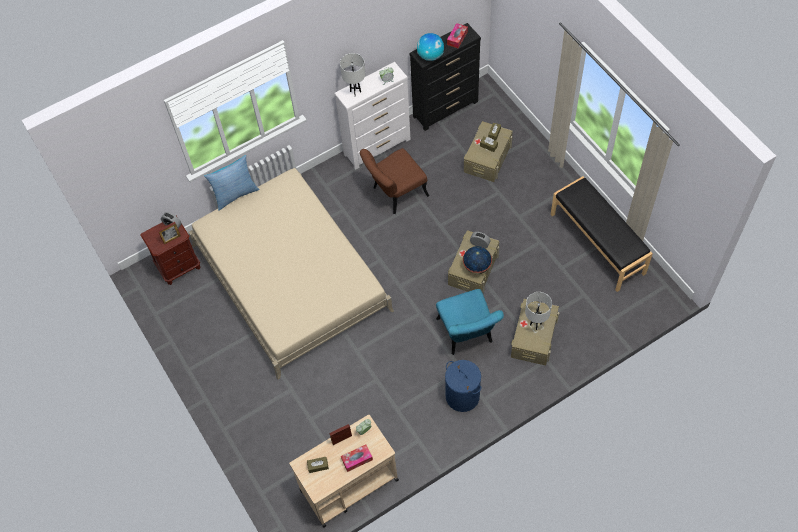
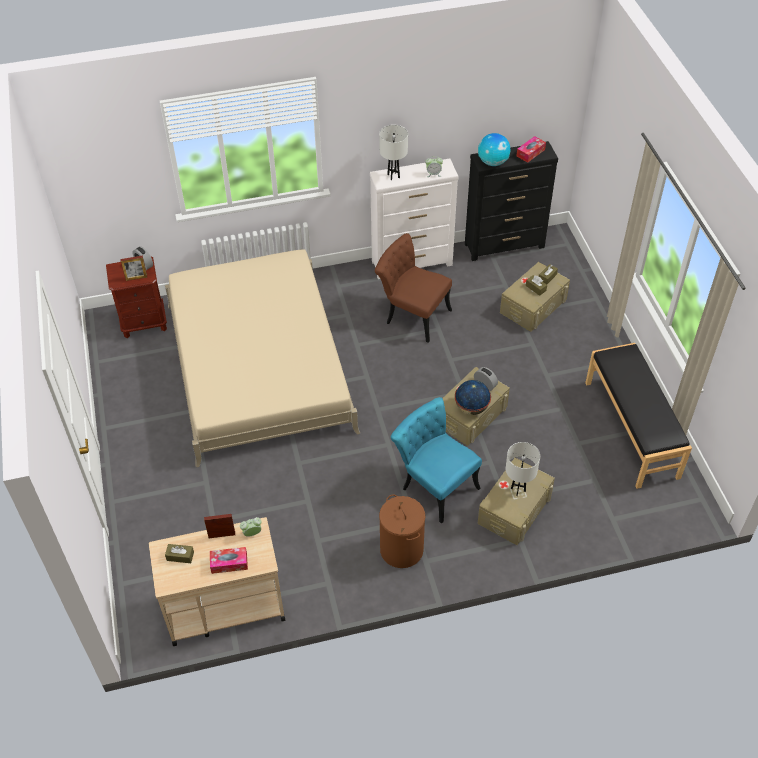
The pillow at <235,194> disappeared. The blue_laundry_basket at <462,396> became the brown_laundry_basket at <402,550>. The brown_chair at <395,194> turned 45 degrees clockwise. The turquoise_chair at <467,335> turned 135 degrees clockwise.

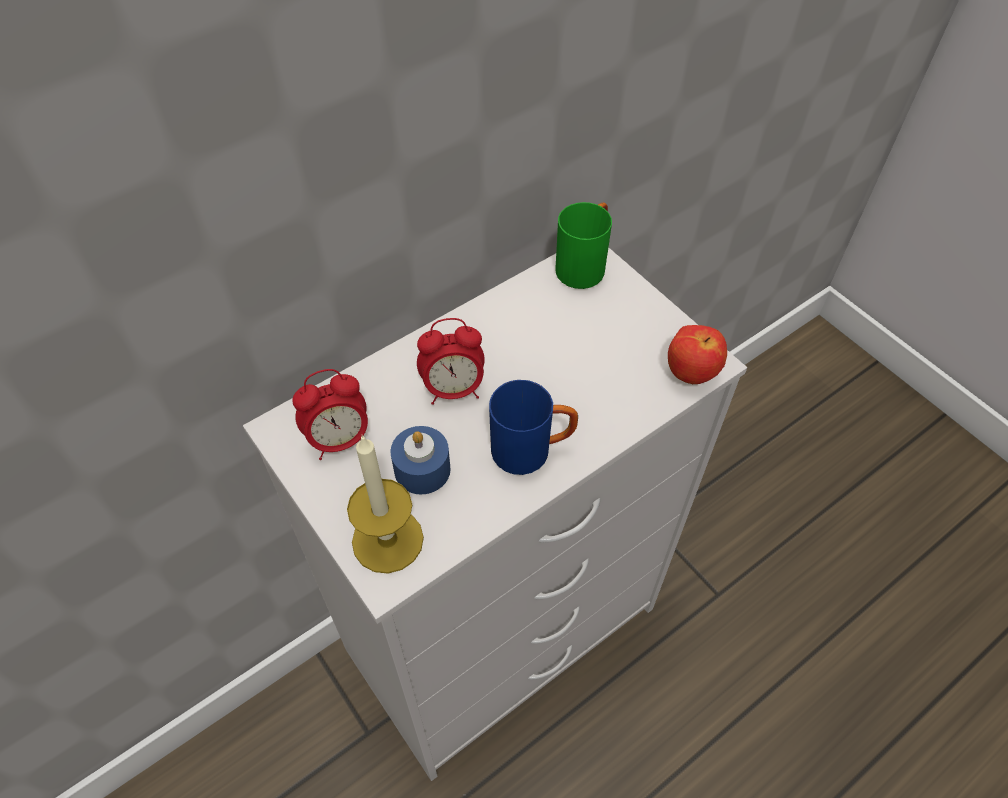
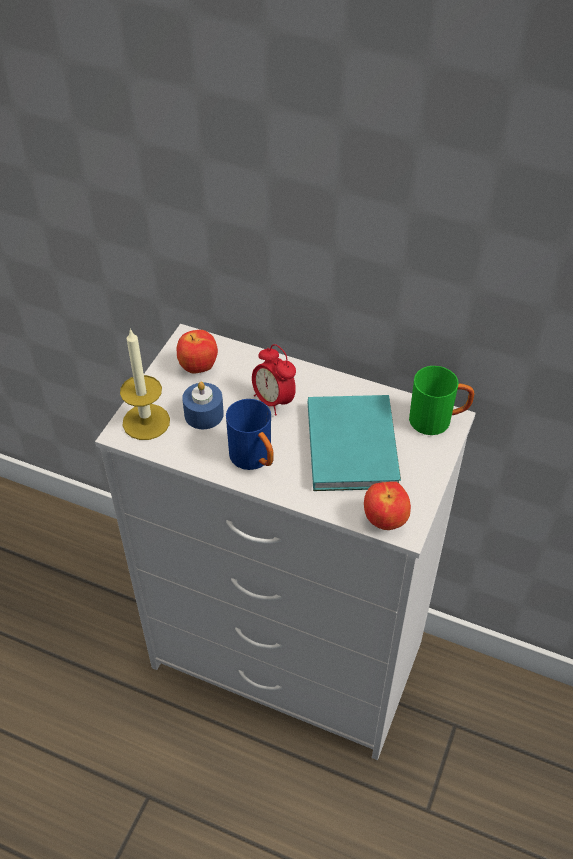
The turquoise_book at <353,443> appeared. The alarm_clock at <339,440> was replaced by the apple at <198,368>.

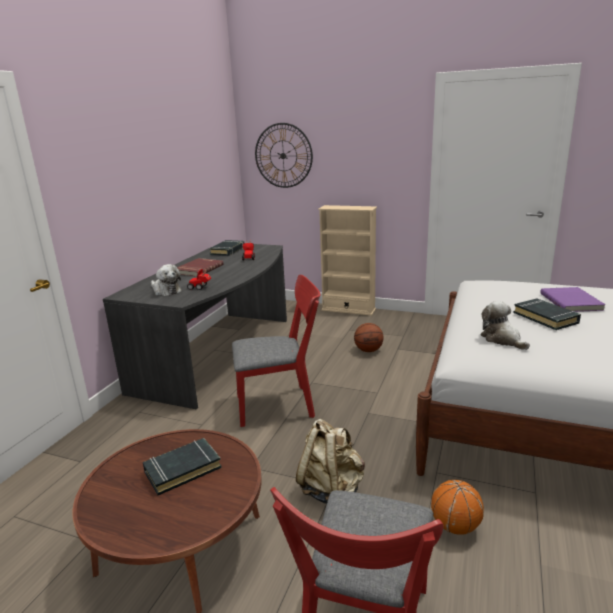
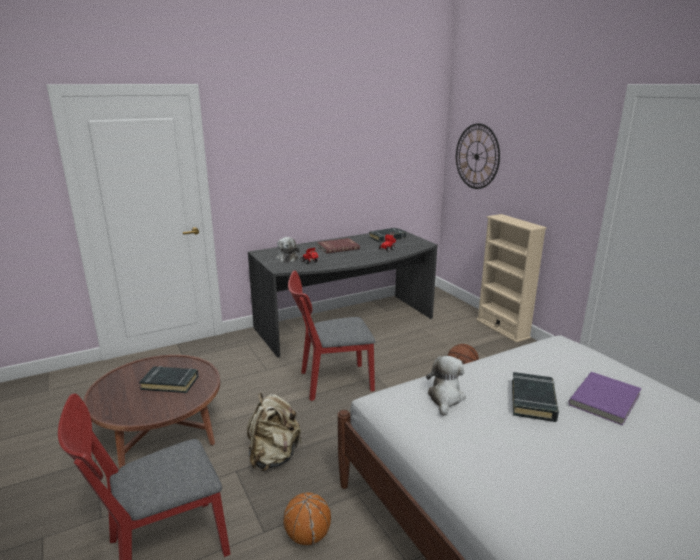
The red_chair at <281,404> turned 135 degrees clockwise.

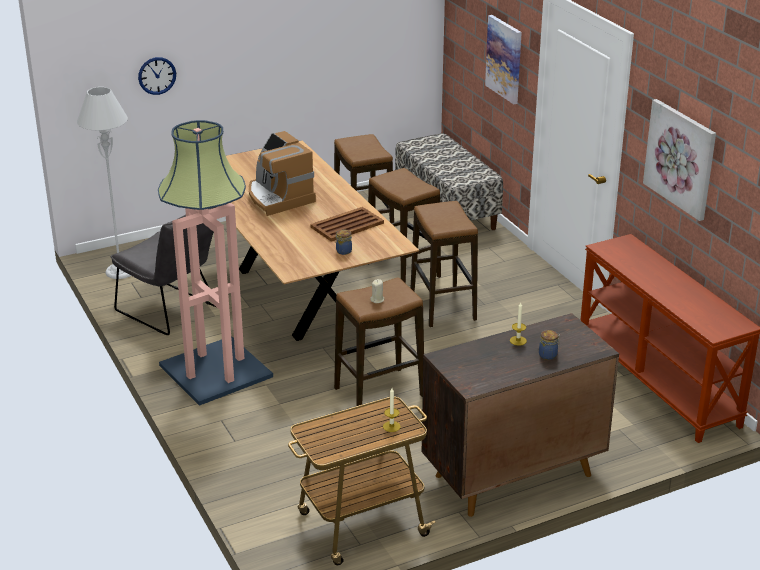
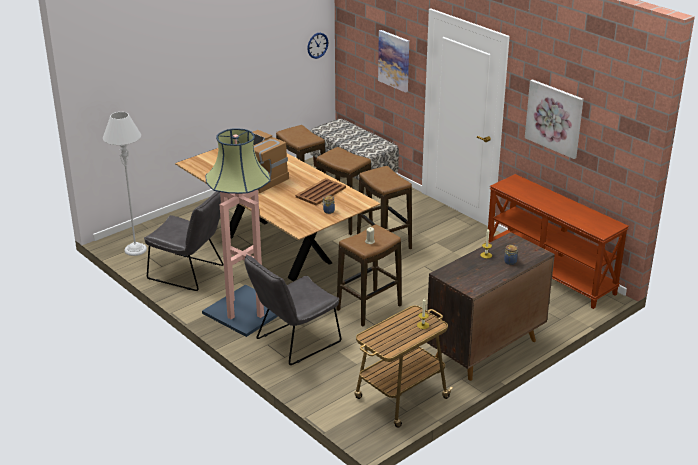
The grey_chair at <293,342> appeared. The wall_clock moved from <157,75> to <317,45>.

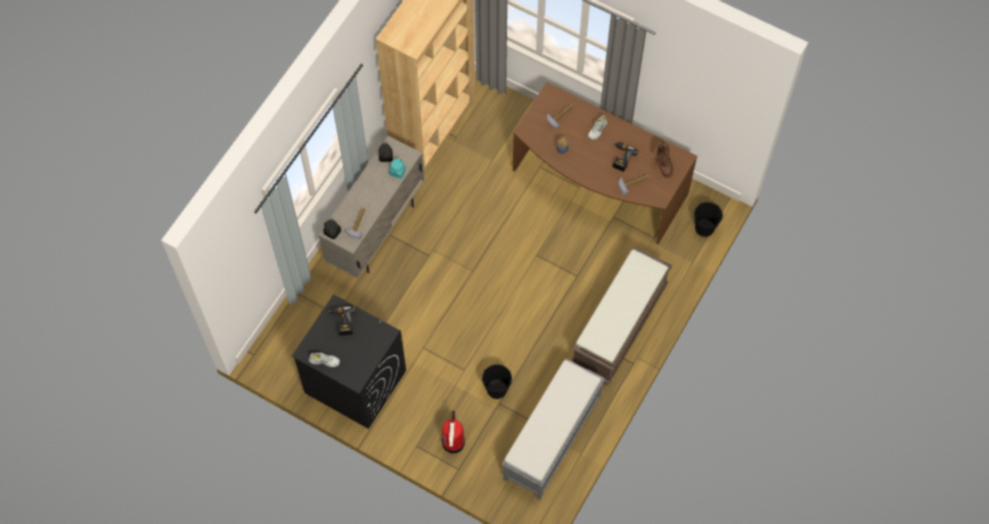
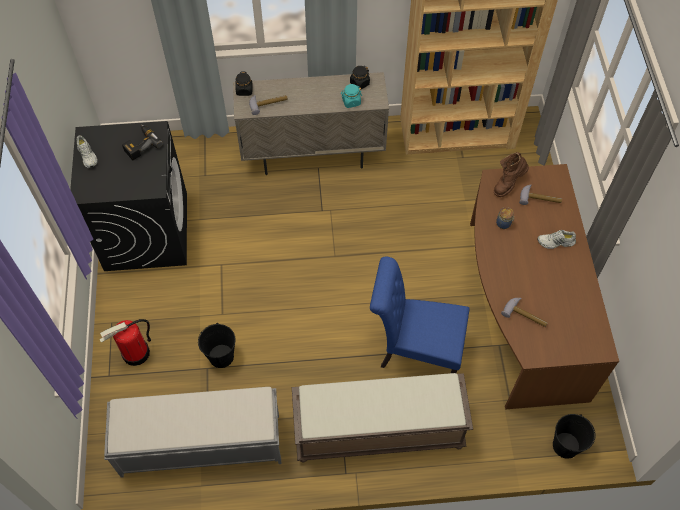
The power_drill at <620,157> disappeared. The blue_chair at <414,351> appeared. The brown_boot moved from <663,163> to <508,183>.

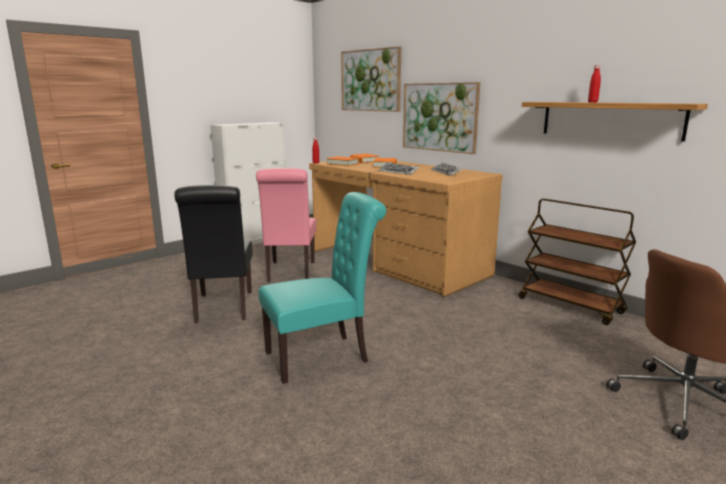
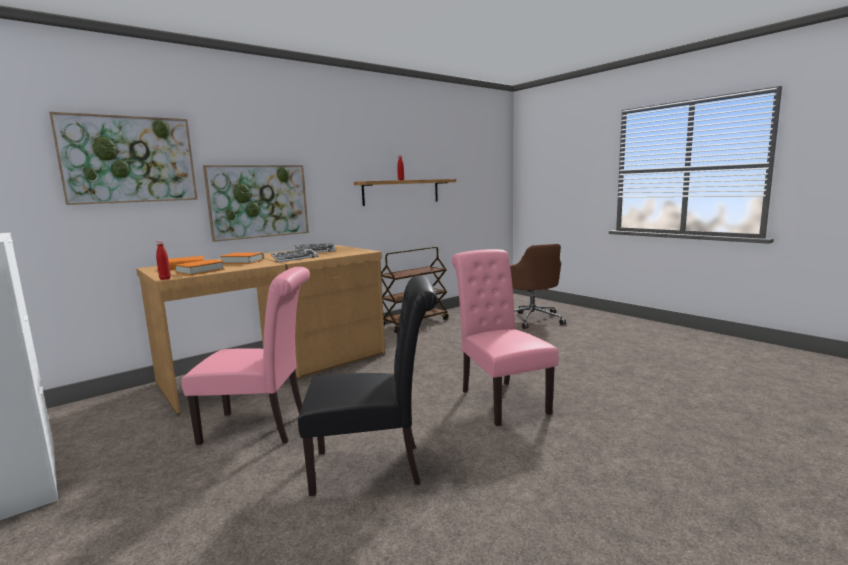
The turquoise_chair at <323,356> became the pink_chair at <500,399>.

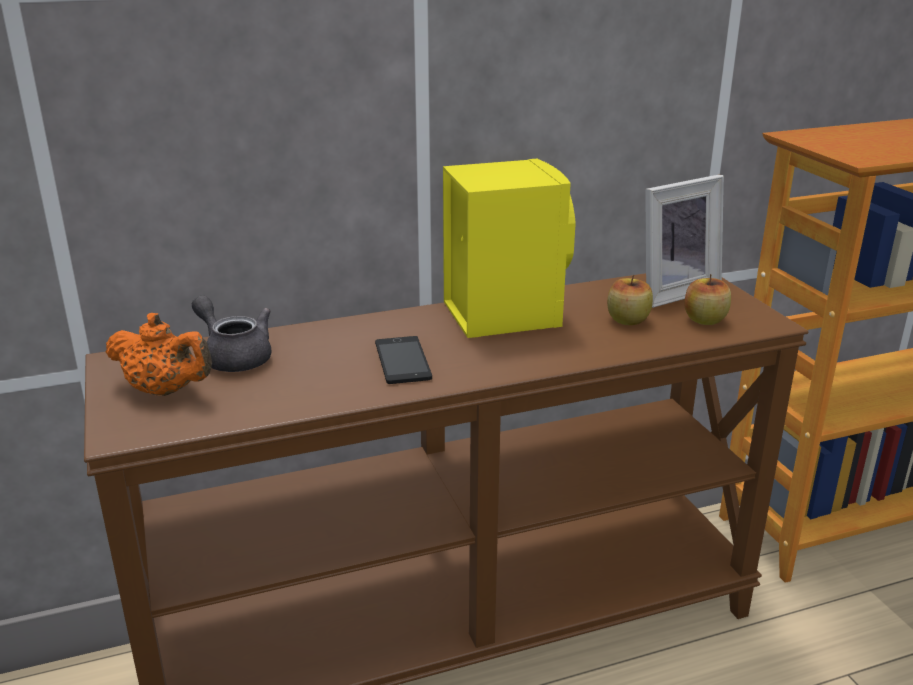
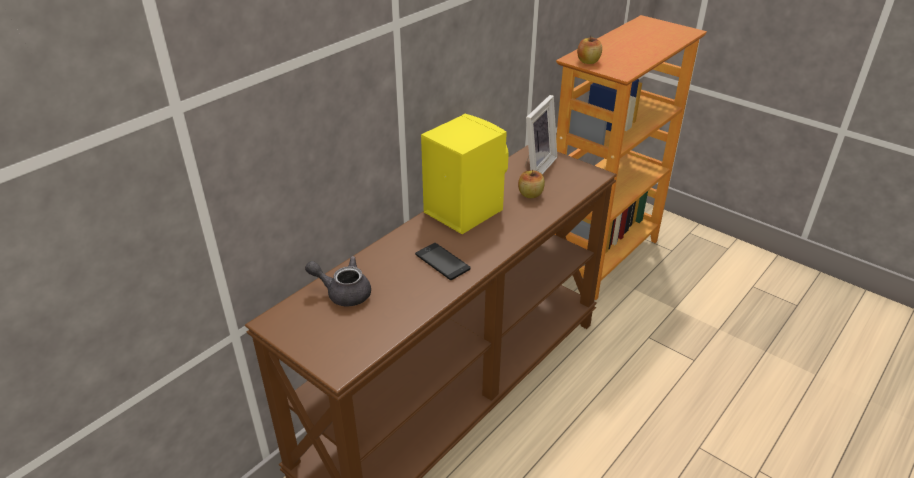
The orange_teapot at <165,391> disappeared. The apple moved from <705,320> to <588,61>.

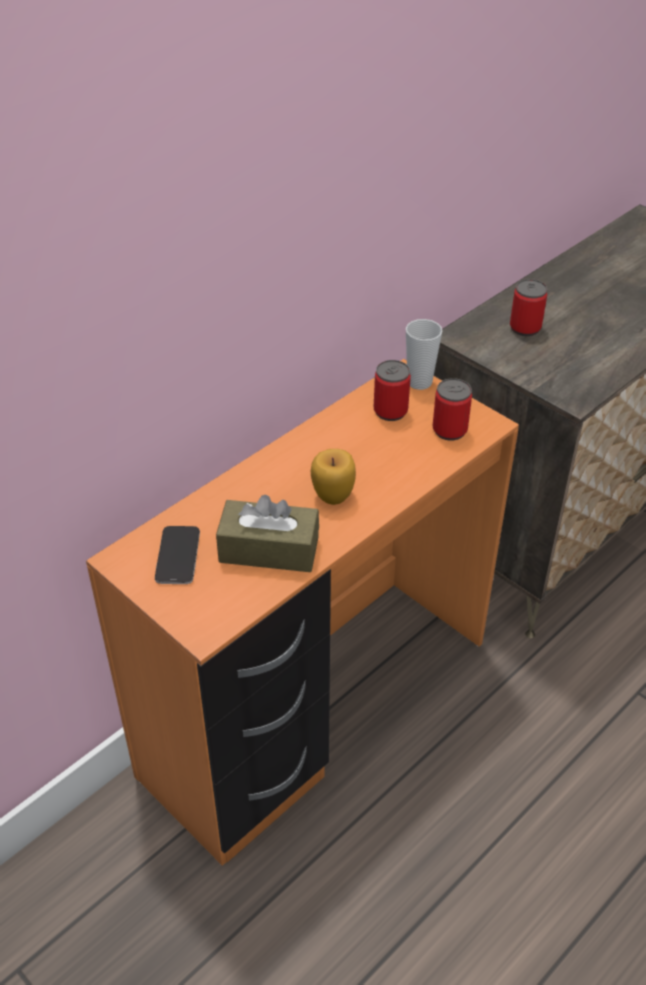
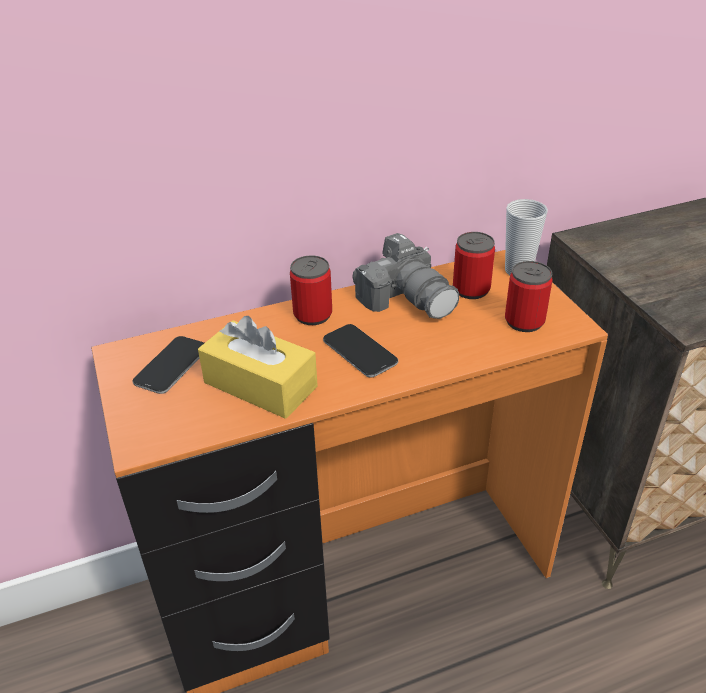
The photo_camera at <407,298> appeared. The can moved from <525,328> to <313,315>. The apple at <333,496> was replaced by the phone at <359,352>. The brown_tissue_box at <269,550> became the yellow_tissue_box at <260,385>.

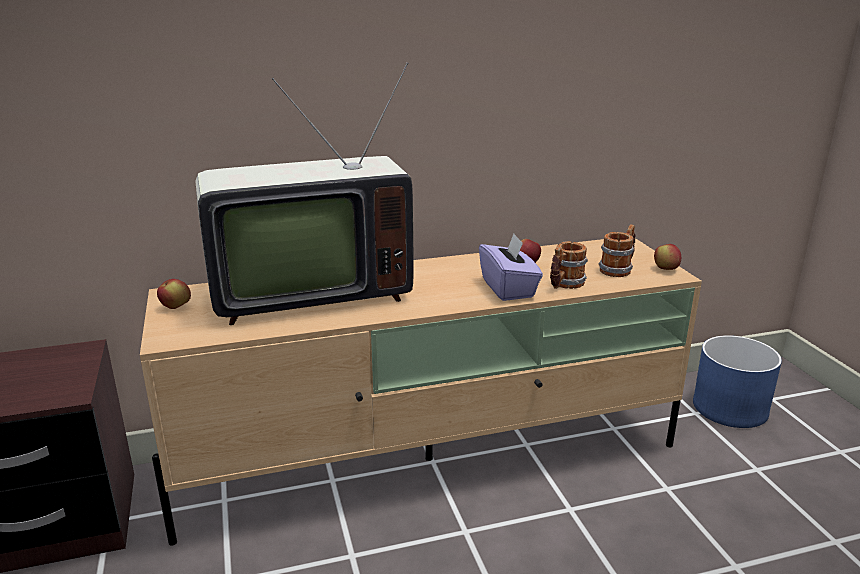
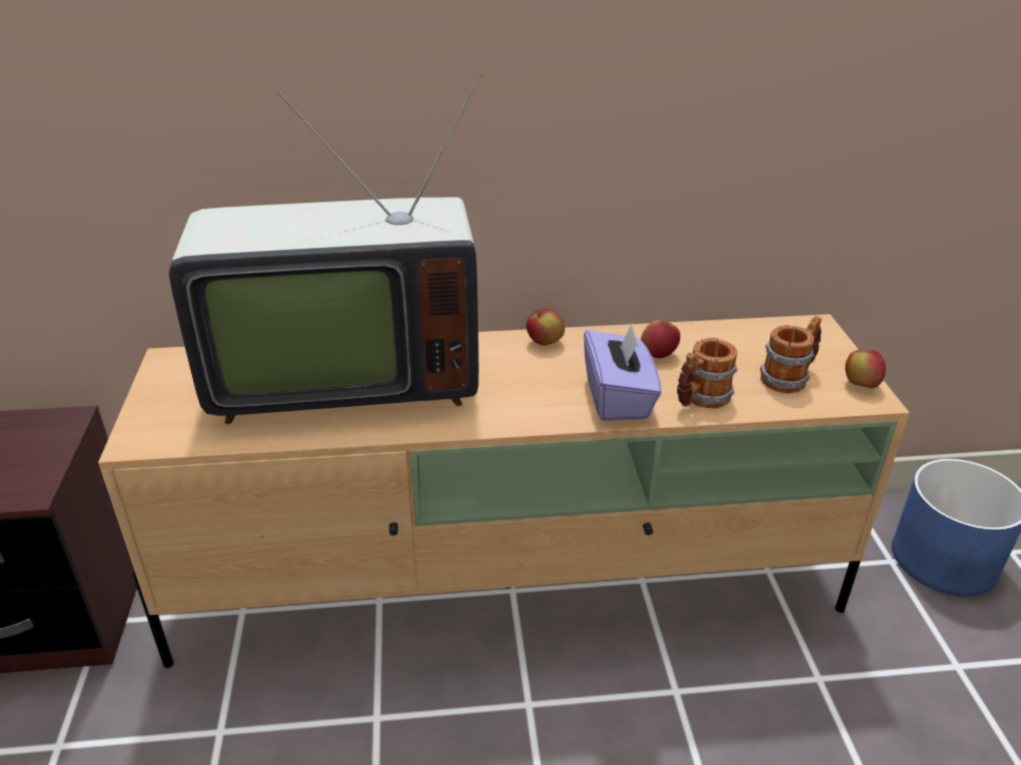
The apple moved from <176,307> to <545,343>.

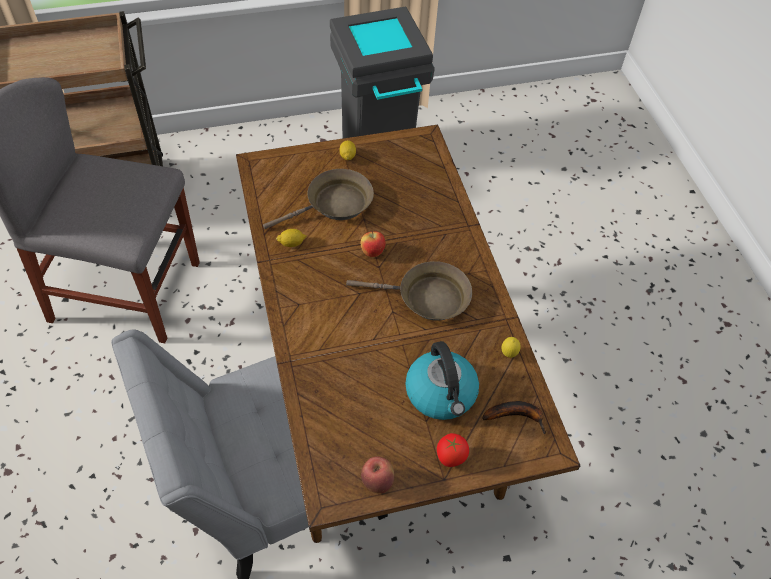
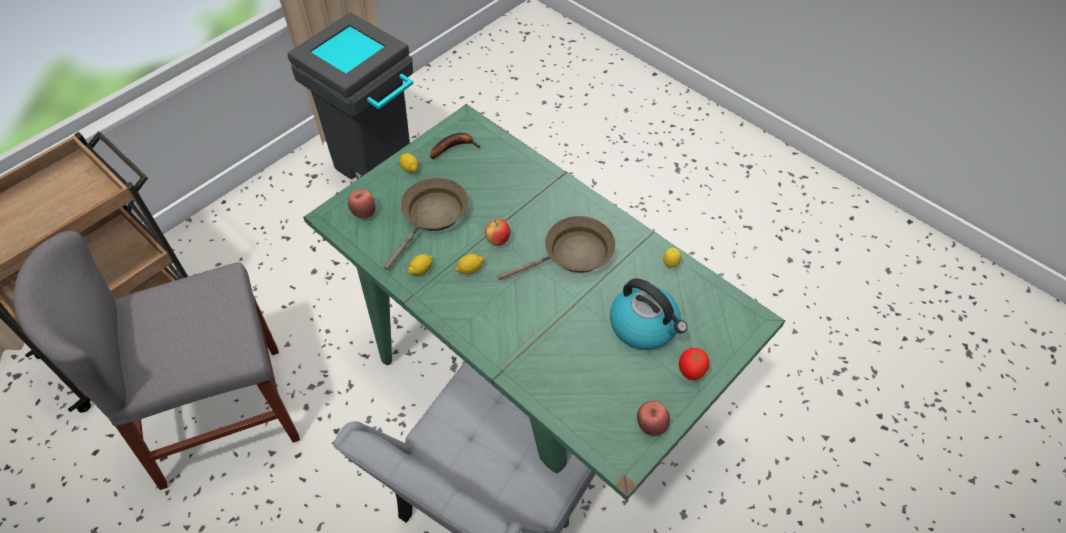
The apple at <364,213> appeared. The lemon at <470,269> appeared. The banana moved from <517,416> to <454,147>. The brown_dining_table at <379,402> became the green_dining_table at <533,379>.

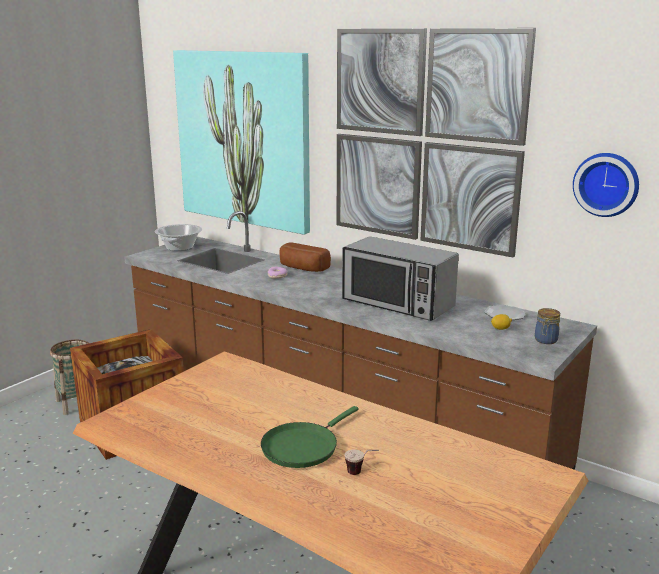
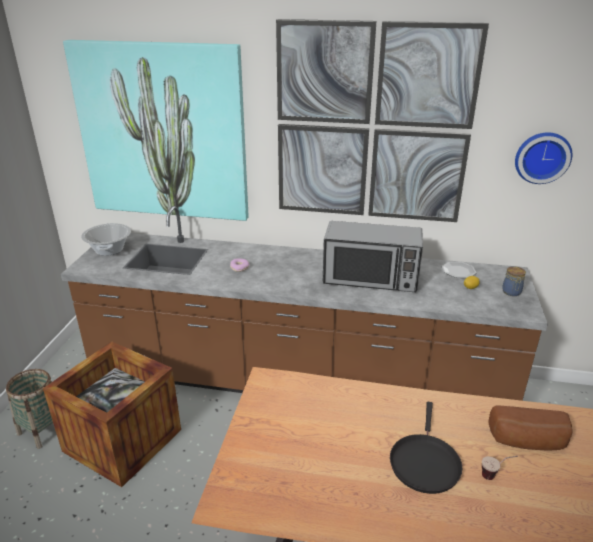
The bread moved from <302,268> to <528,442>. The green_frying_pan at <302,447> became the black_frying_pan at <424,462>.

